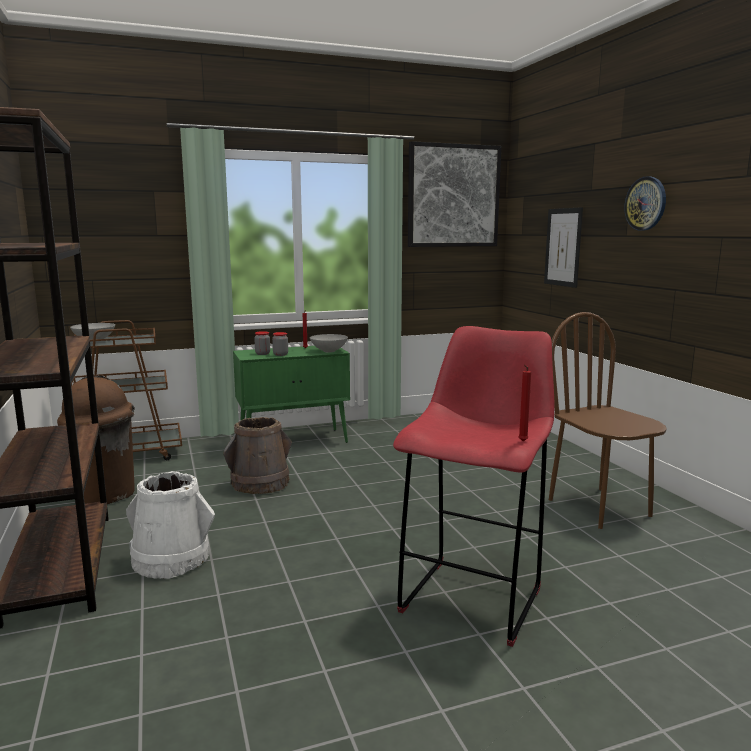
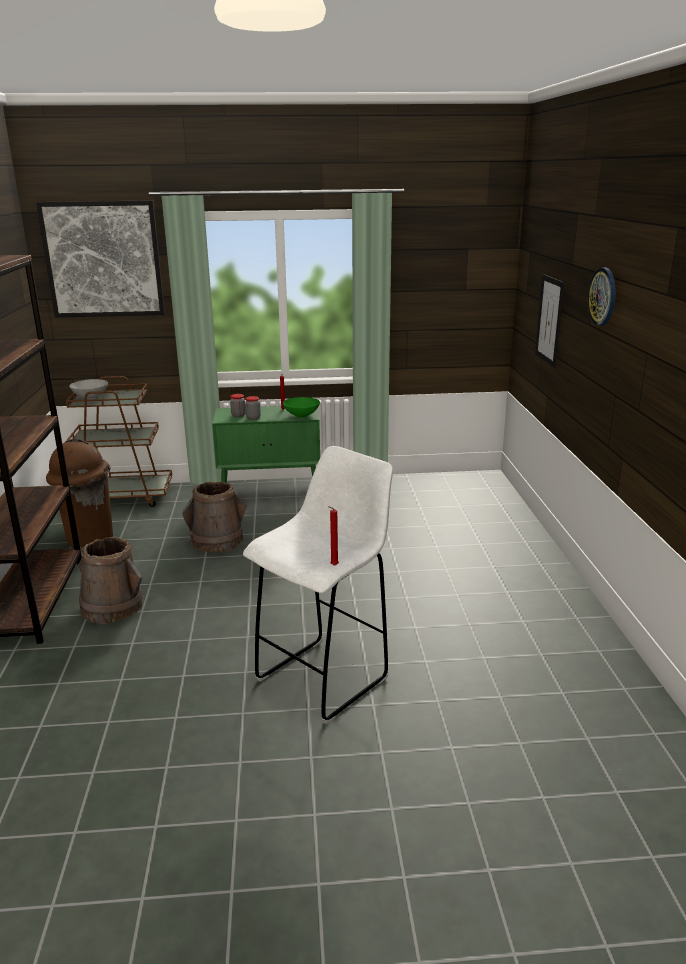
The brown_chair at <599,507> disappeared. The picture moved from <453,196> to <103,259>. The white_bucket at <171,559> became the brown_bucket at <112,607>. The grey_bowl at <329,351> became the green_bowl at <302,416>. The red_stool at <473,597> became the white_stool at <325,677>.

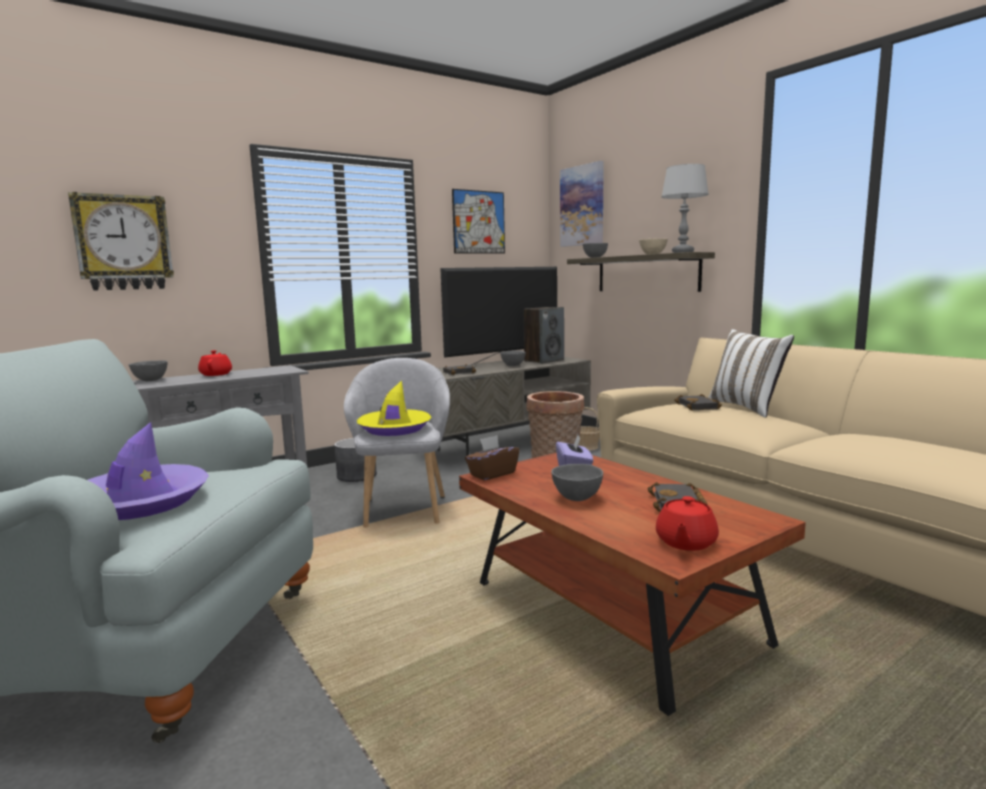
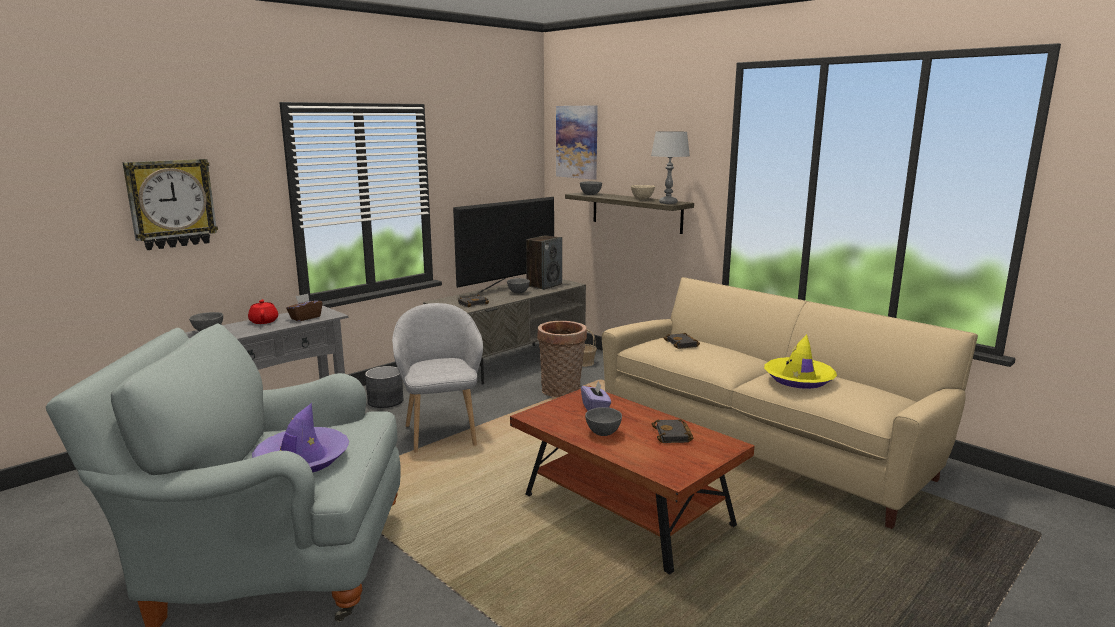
The picture at <478,222> disappeared. The red_teapot at <685,542> disappeared. The white_pillow at <746,408> disappeared. The yellow_hat moved from <394,429> to <799,379>. The brown_tissue_box moved from <492,474> to <305,318>.

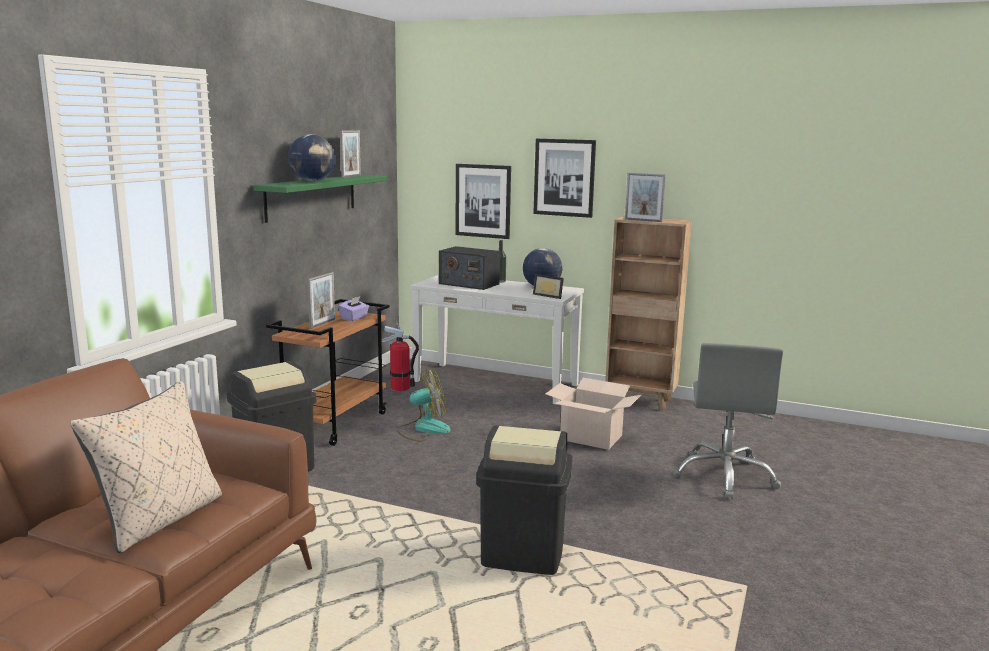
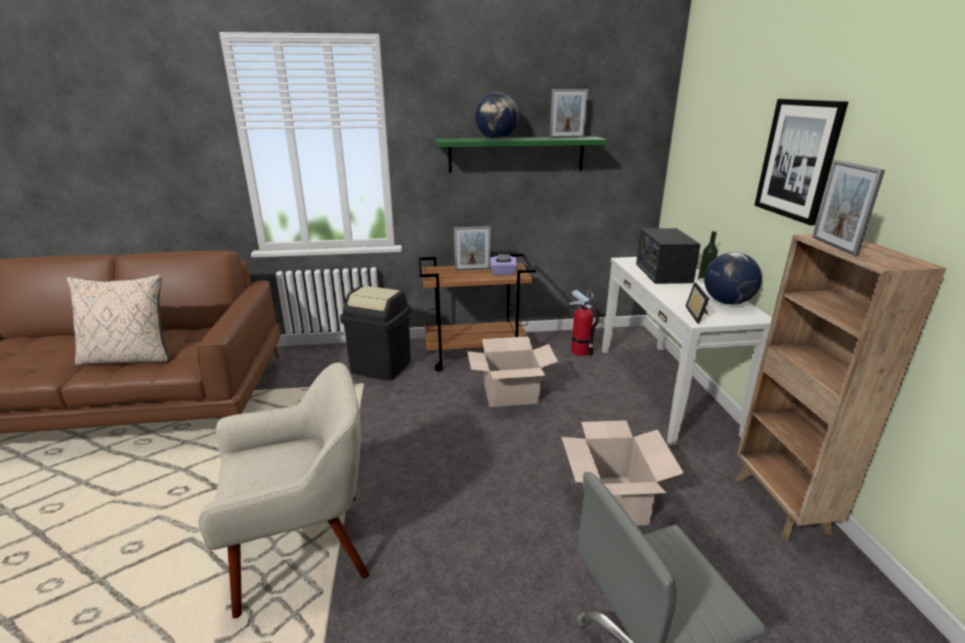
The picture at <483,201> disappeared. The fan at <423,429> was replaced by the cardboard_box at <511,394>. The black_trash_can at <523,554> was replaced by the beige_armchair at <304,548>.

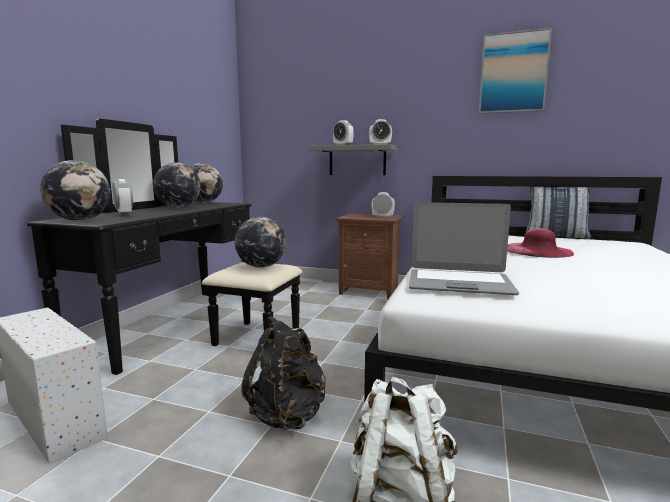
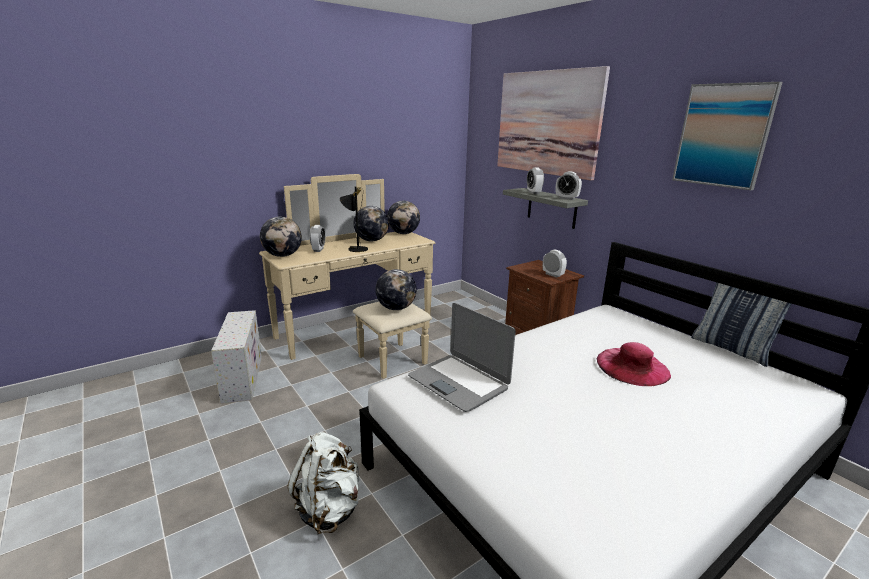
The black_backpack at <288,414> disappeared. The black_table_lamp at <355,248> appeared. The picture at <547,123> appeared. The black_dresser at <191,327> became the beige_dresser at <363,335>.

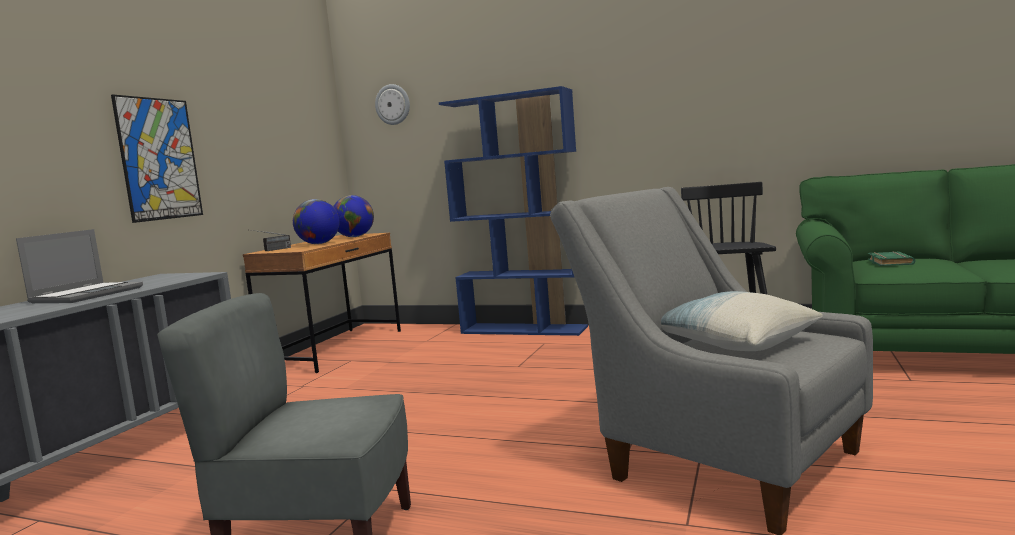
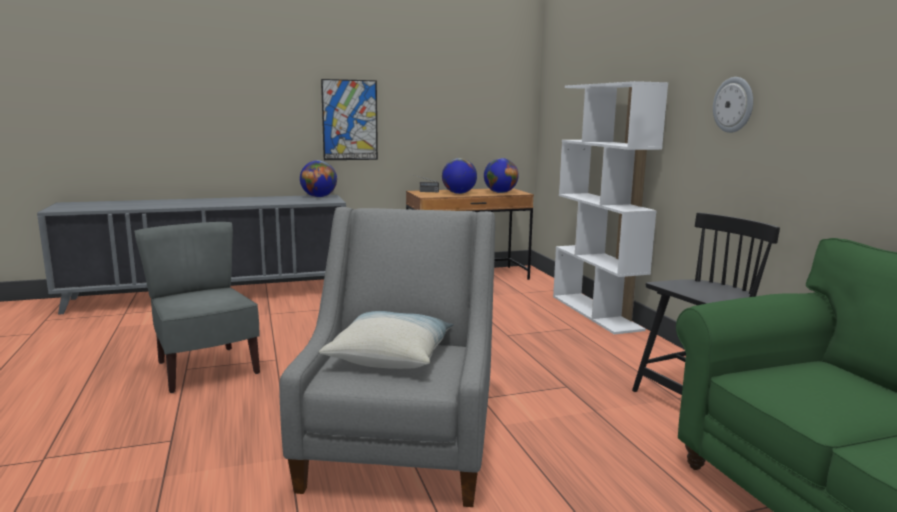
The laptop at <87,295> disappeared. The green_book at <888,262> disappeared. The globe at <319,197> appeared. The wall_clock moved from <393,104> to <734,105>. The blue_bookcase at <524,330> became the white_bookcase at <596,312>.

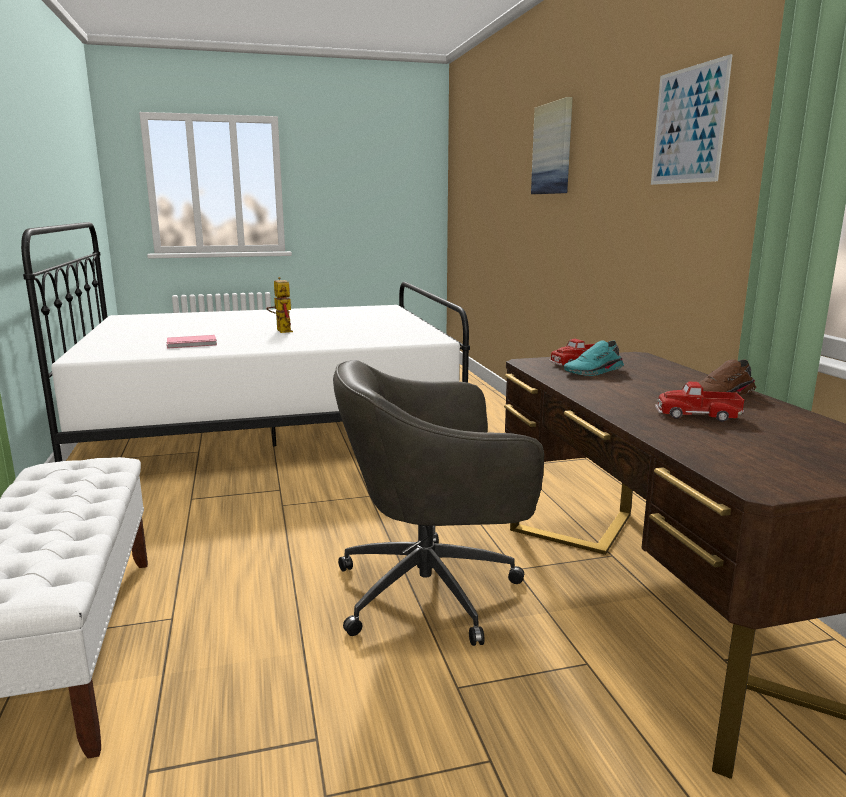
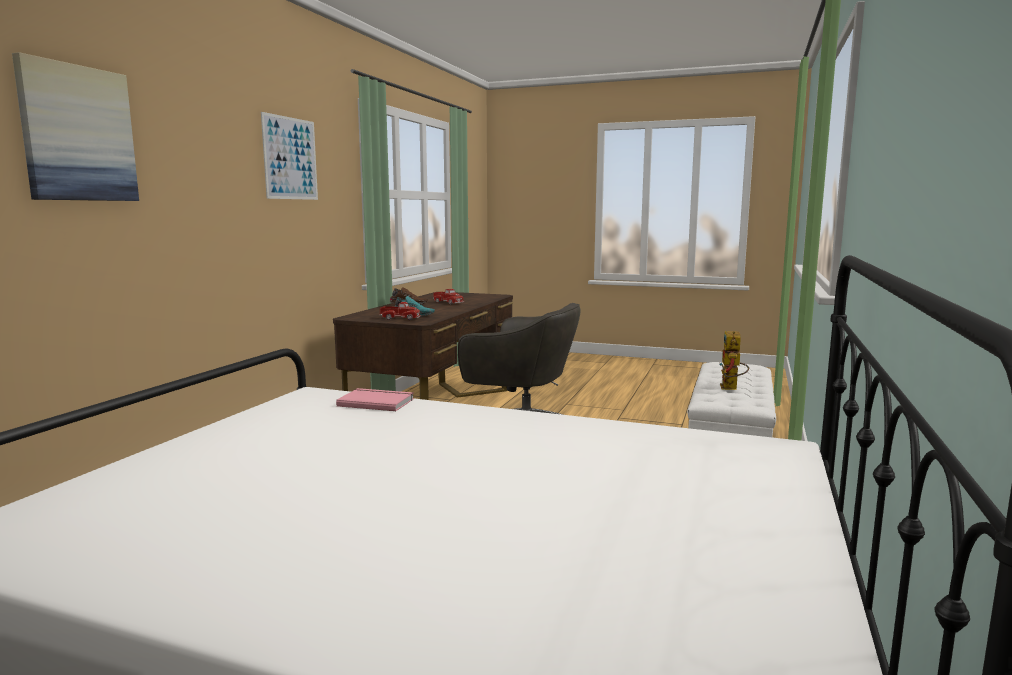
The pink_book moved from <192,344> to <376,402>. The toy_robot moved from <281,330> to <731,388>.

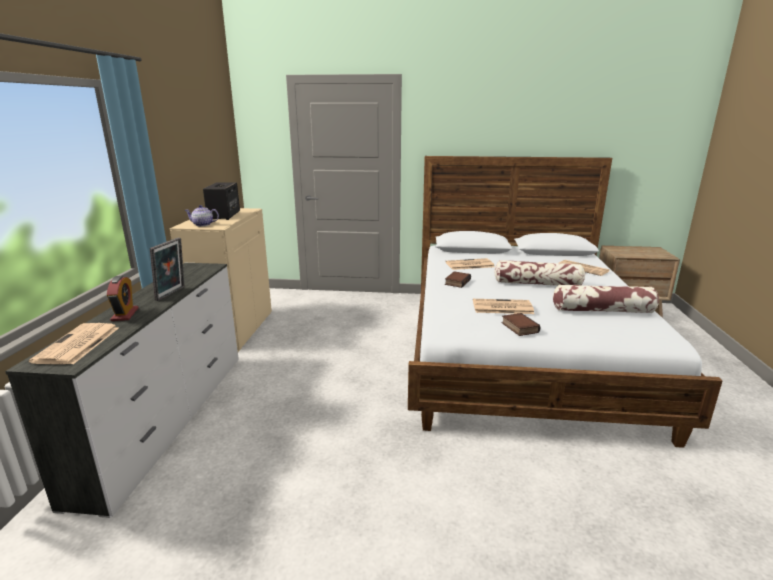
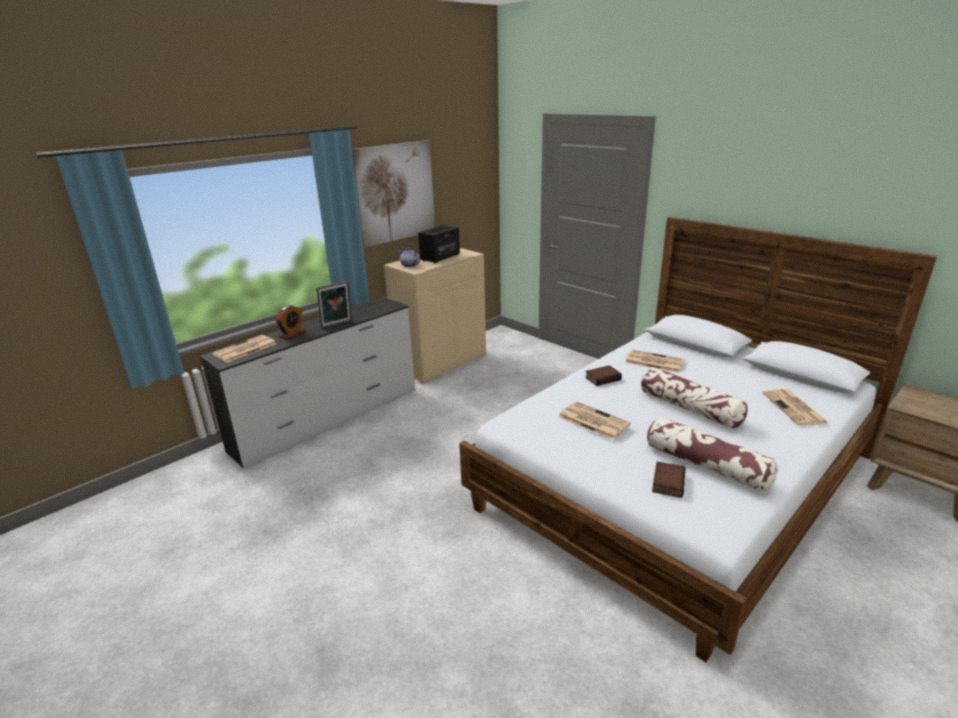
The picture at <395,192> appeared. The book moved from <518,327> to <666,482>.

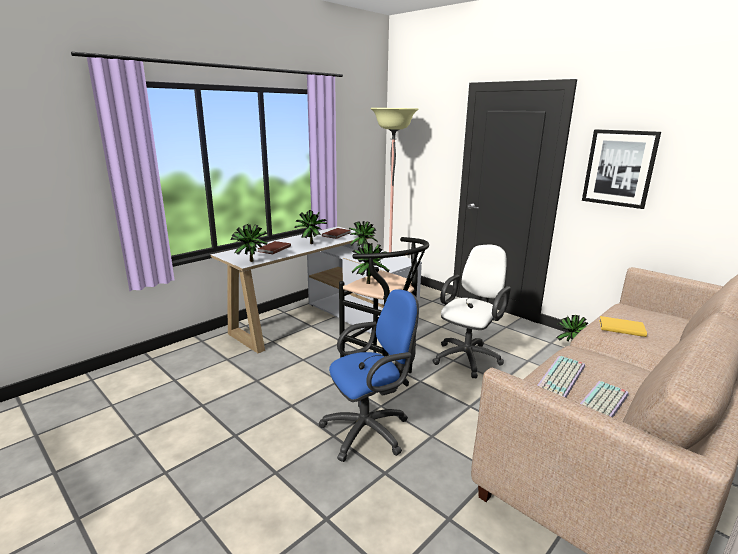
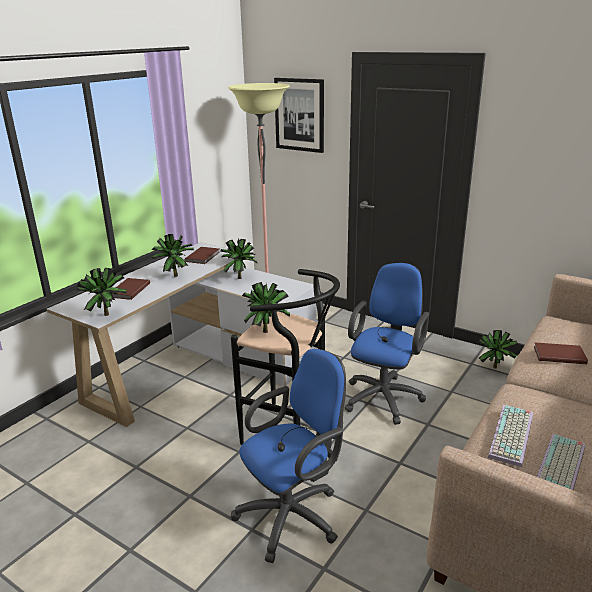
The picture moved from <619,168> to <299,115>. The white_office_chair at <468,357> became the blue_office_chair at <384,396>. The yellow_book at <621,327> became the brown_book at <558,355>.

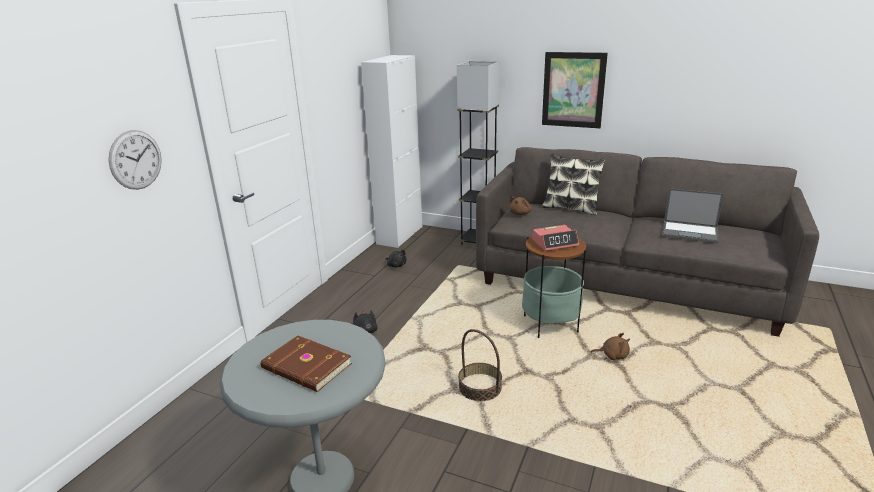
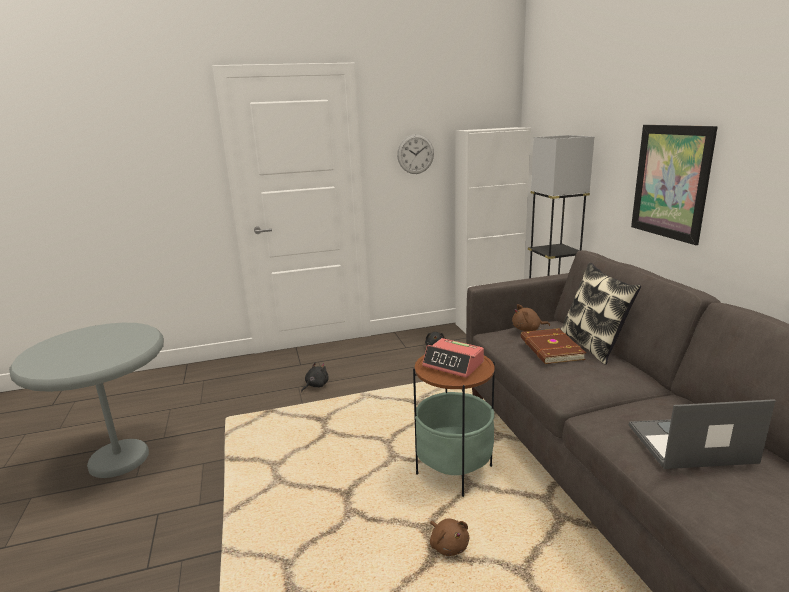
The basket at <480,388> disappeared. The wall_clock moved from <136,160> to <415,154>. The brown_book moved from <306,367> to <550,349>. The laptop at <690,232> turned 105 degrees clockwise.

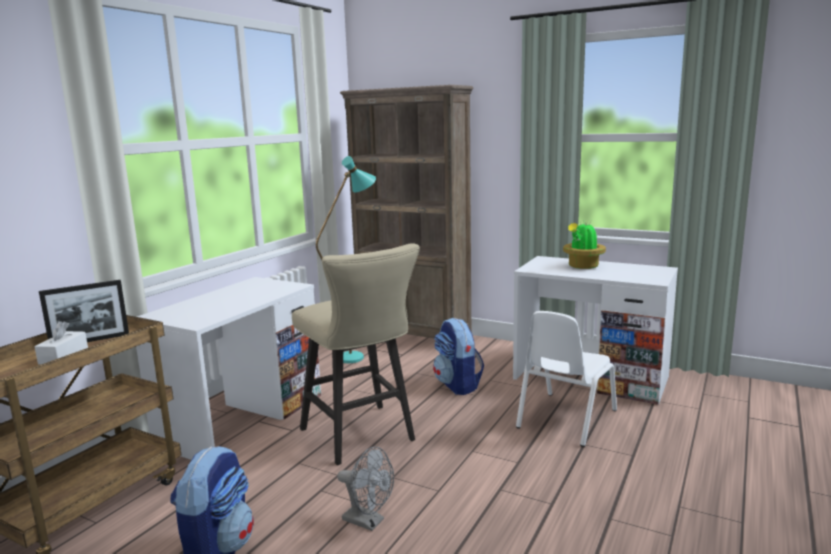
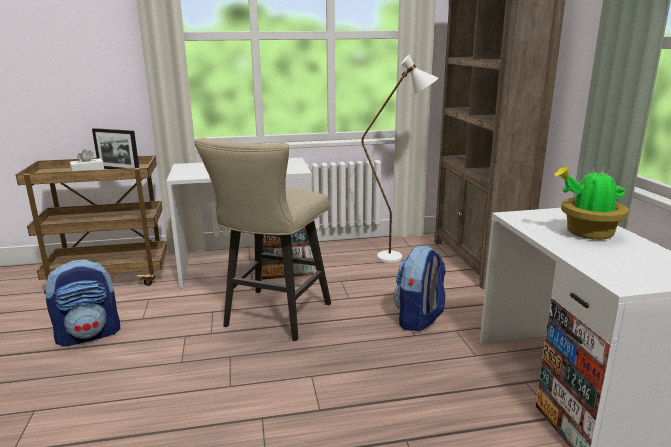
The grey_fan at <368,521> disappeared. The white_chair at <565,419> disappeared. The turquoise_floor_lamp at <358,355> became the white_floor_lamp at <399,258>.

